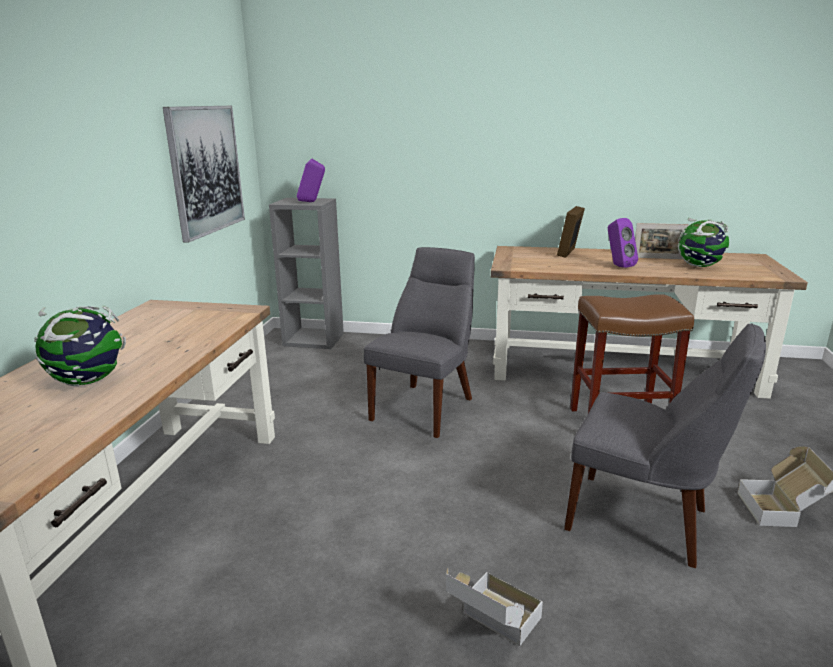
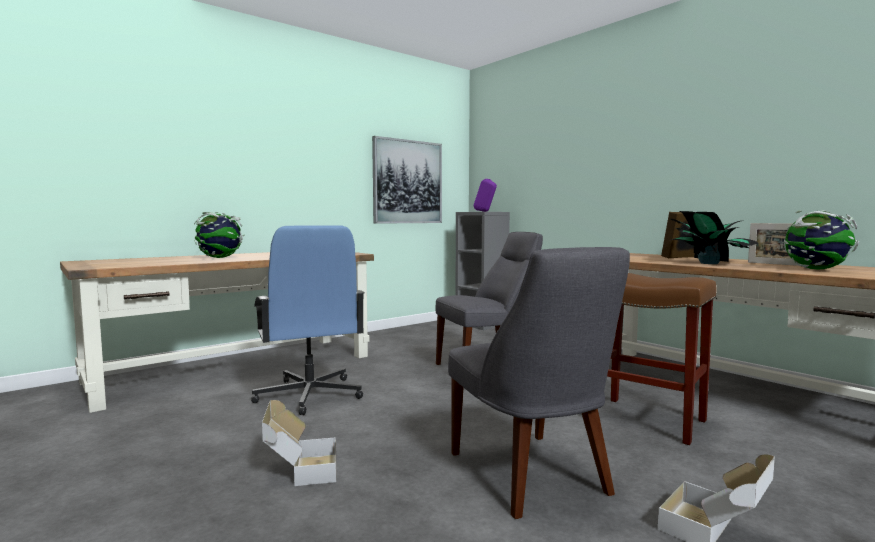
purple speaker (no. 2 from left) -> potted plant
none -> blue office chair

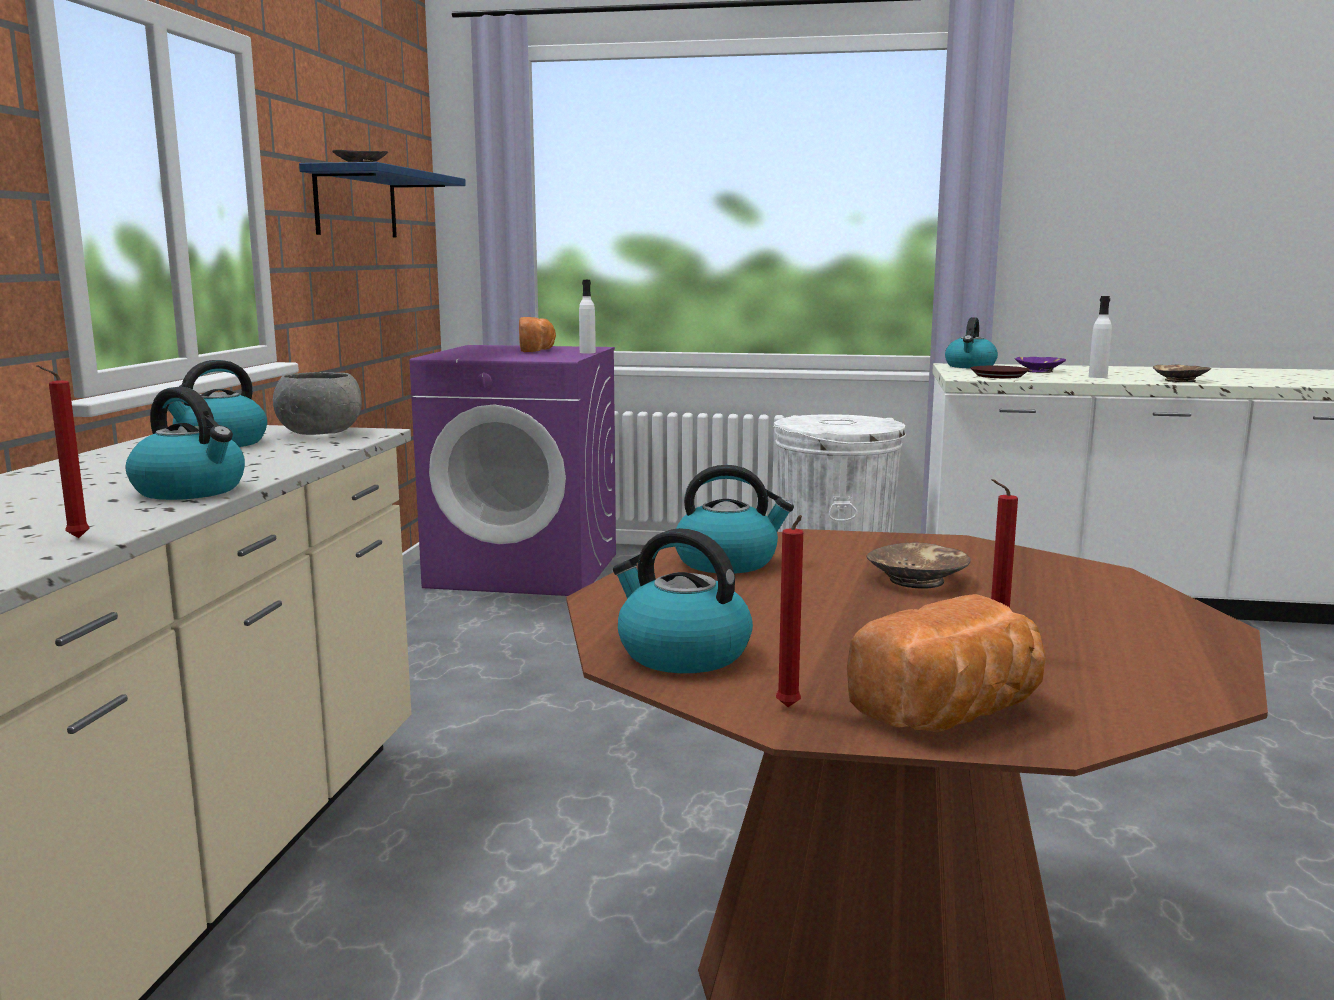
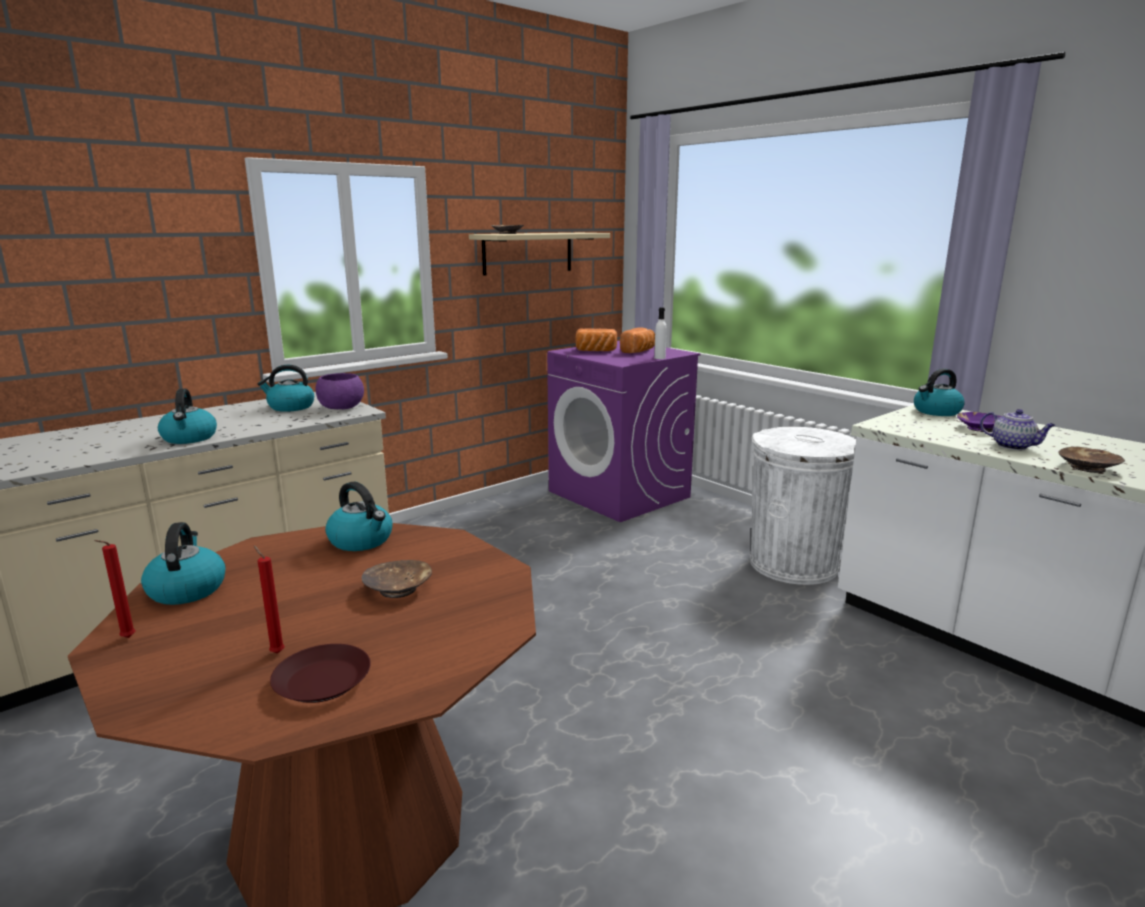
blue shelf -> beige shelf
white bottle (no. 2 from left) -> teapot
red candle (no. 1 from left) -> none
brown plate, shifted
grey bowl -> purple bowl (no. 1 from left)
bread (no. 2 from left in the first image) -> bread (no. 1 from left), shifted

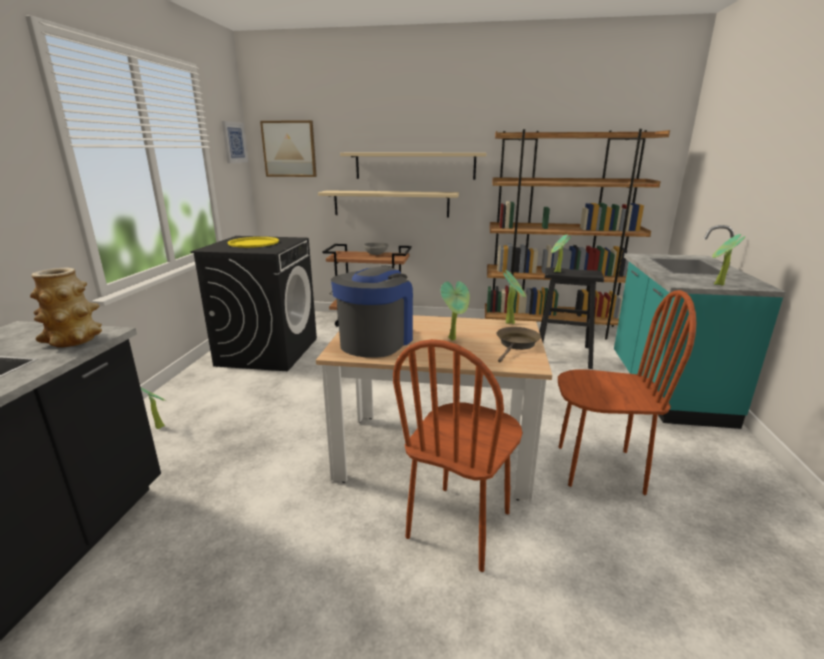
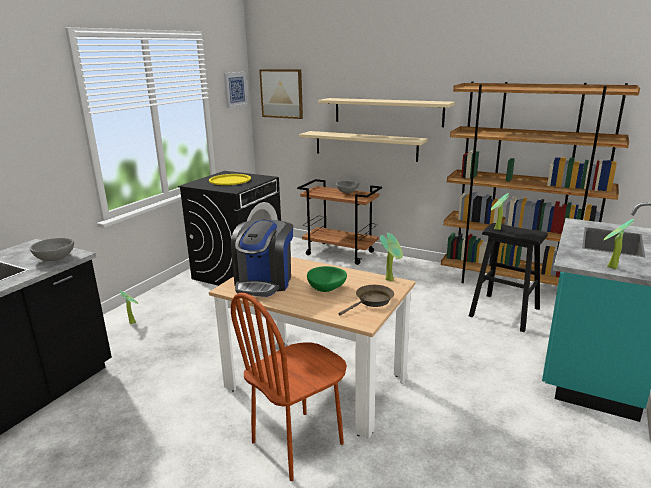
coffee machine, 150 degrees clockwise
vase -> grey bowl (no. 1 from left)
potted plant (no. 2 from left) -> green bowl
brown chair (no. 2 from left) -> none

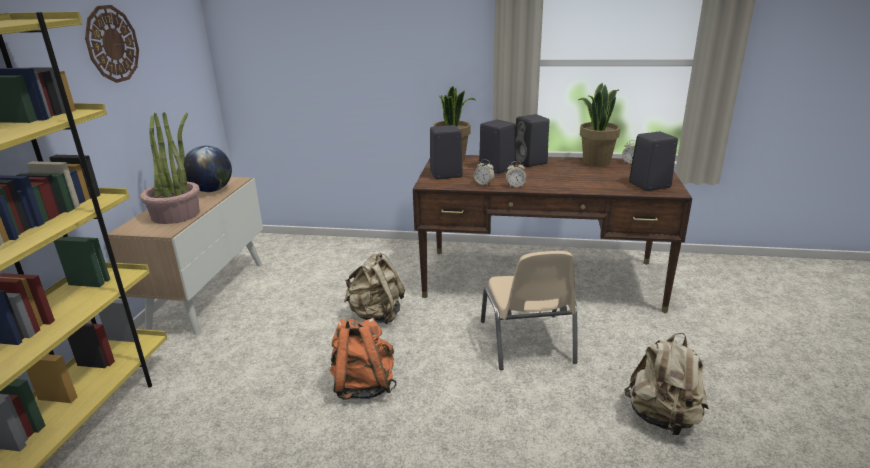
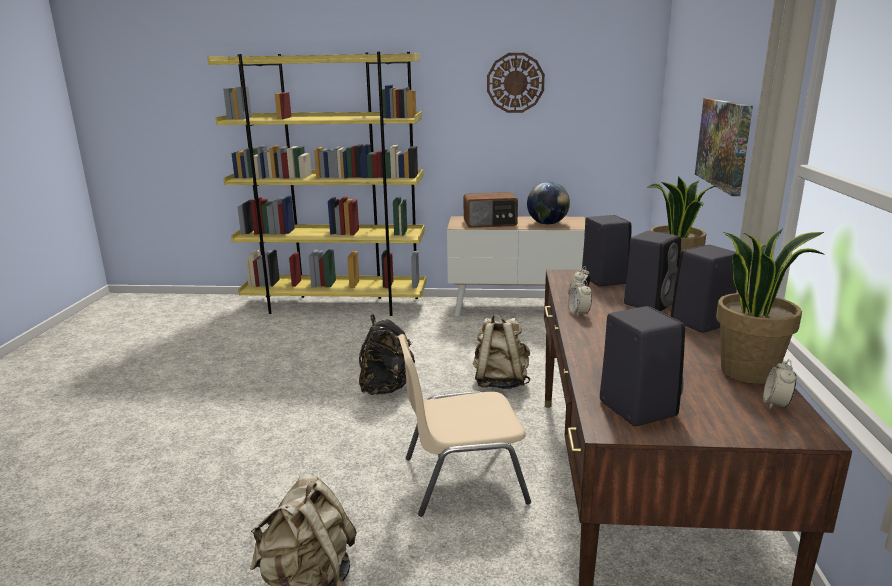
potted plant (no. 1 from left) -> radio
orange backpack -> black backpack
none -> picture

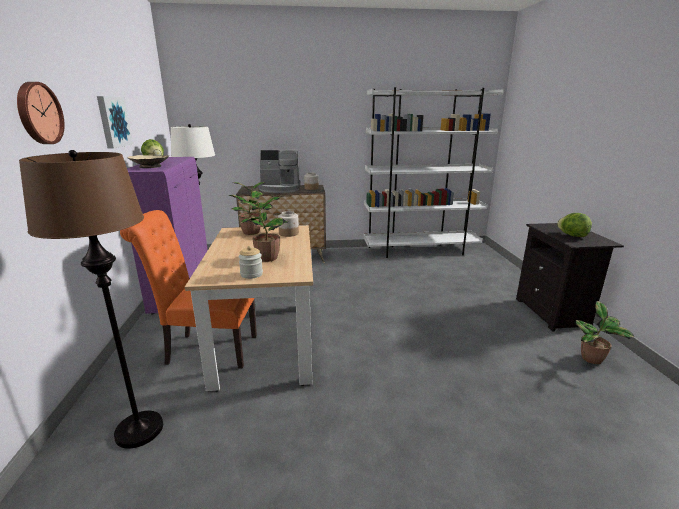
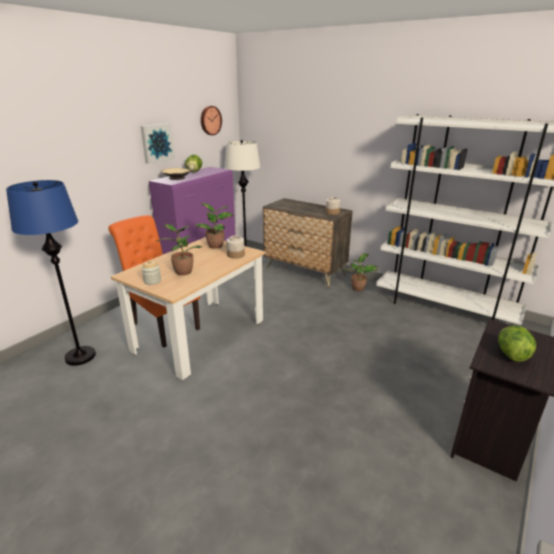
wall clock, shifted
brown floor lamp -> blue floor lamp
coffee machine -> none
potted plant (no. 3 from left), shifted

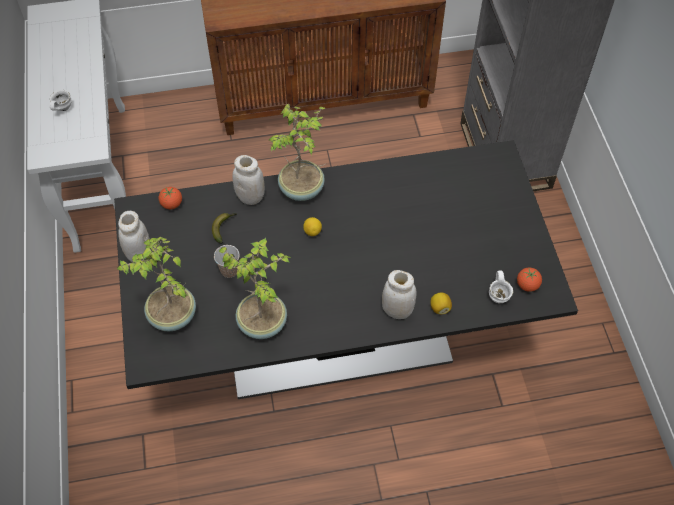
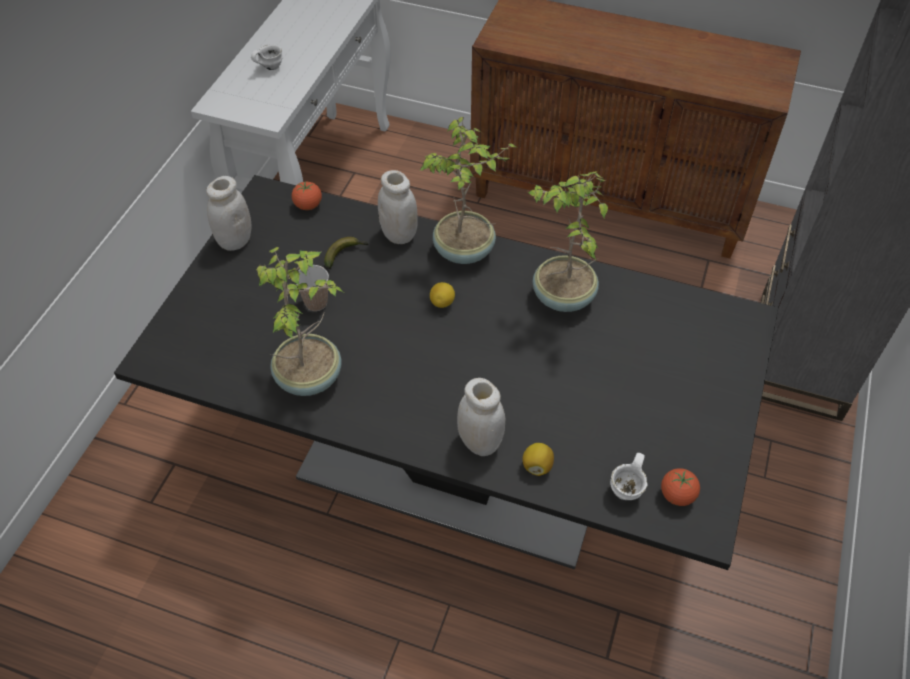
potted plant (no. 1 from left in the first image) -> potted plant (no. 3 from left), shifted

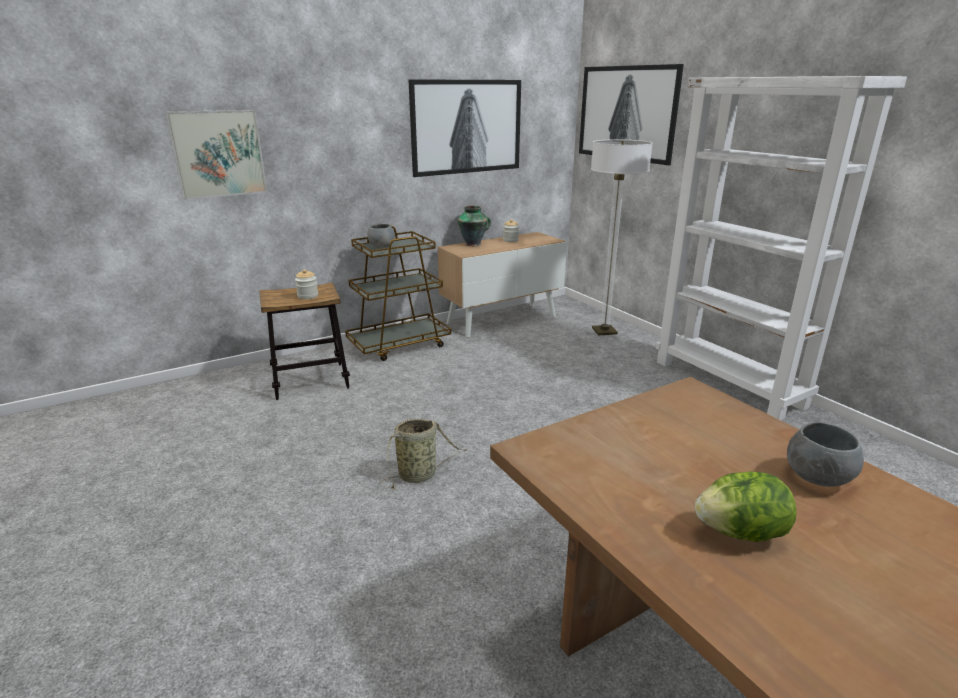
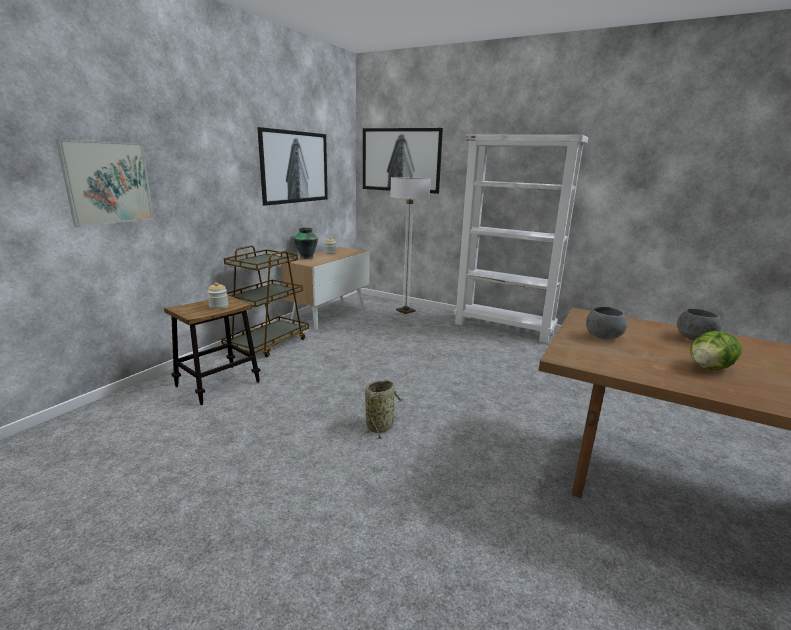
grey bowl (no. 1 from left), shifted

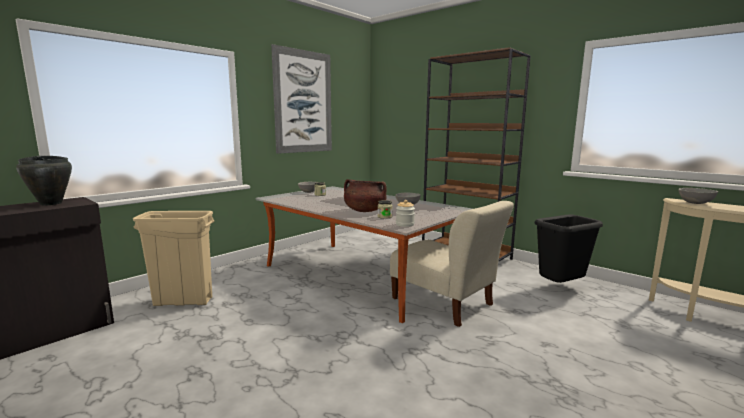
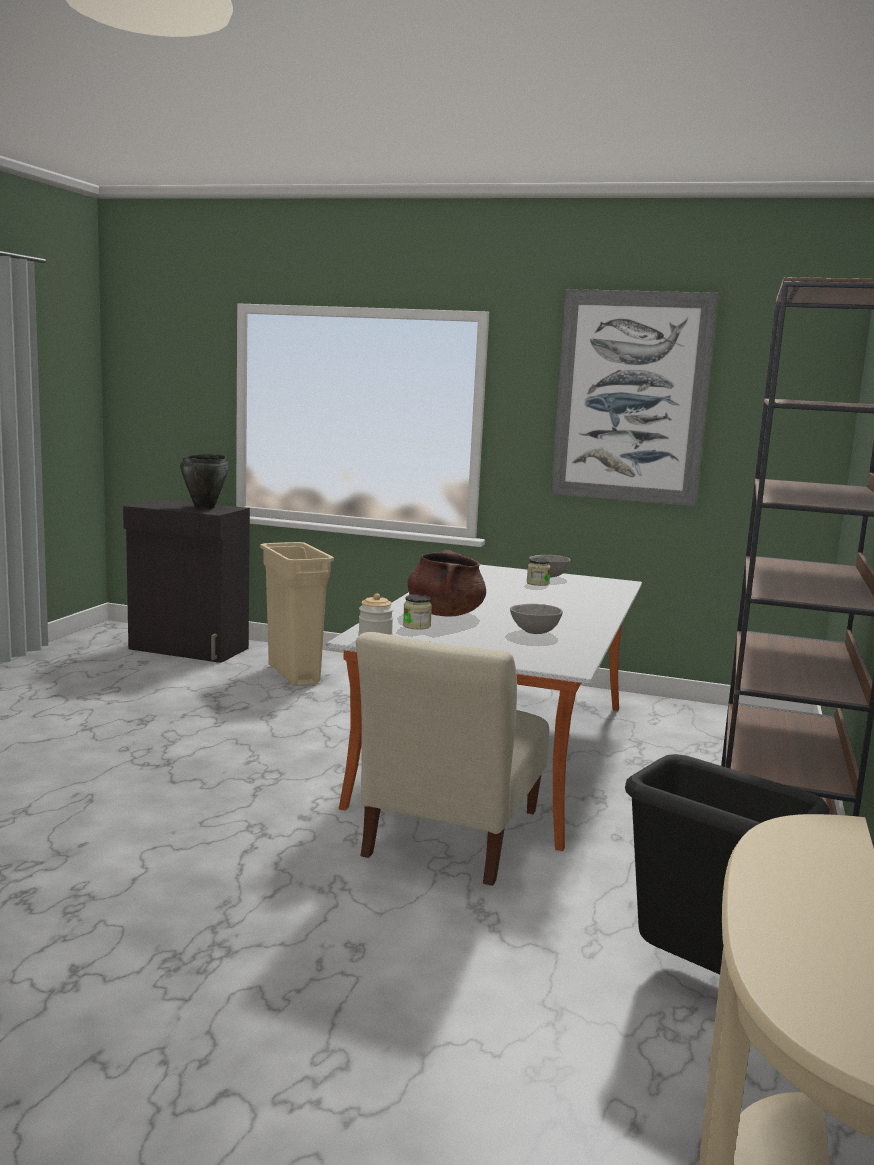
grey bowl (no. 3 from left) -> none

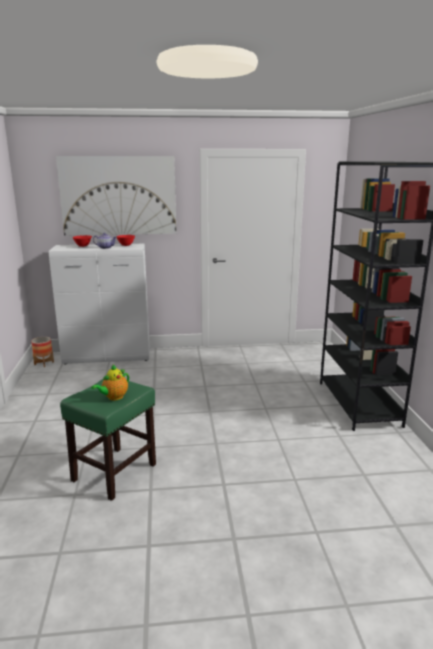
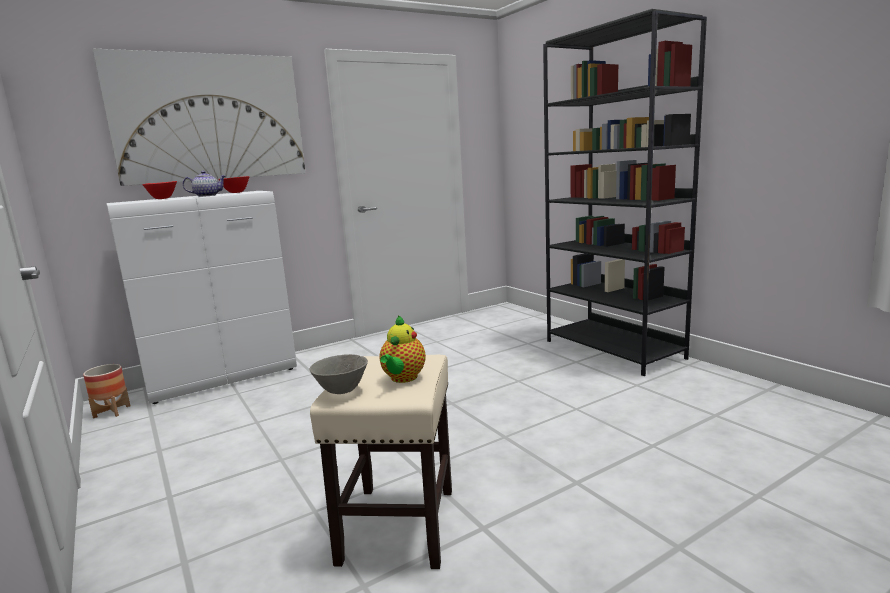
green stool -> beige stool
none -> grey bowl

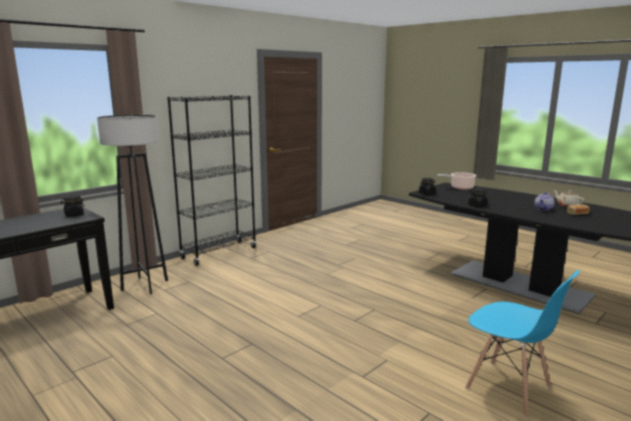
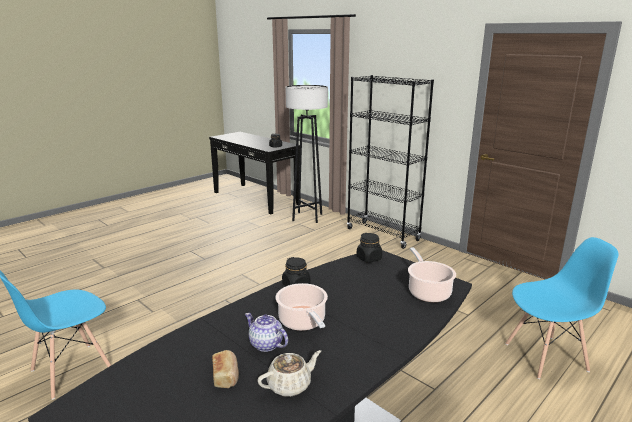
none -> blue chair (no. 2 from left)
none -> cooking pot (no. 1 from left)

